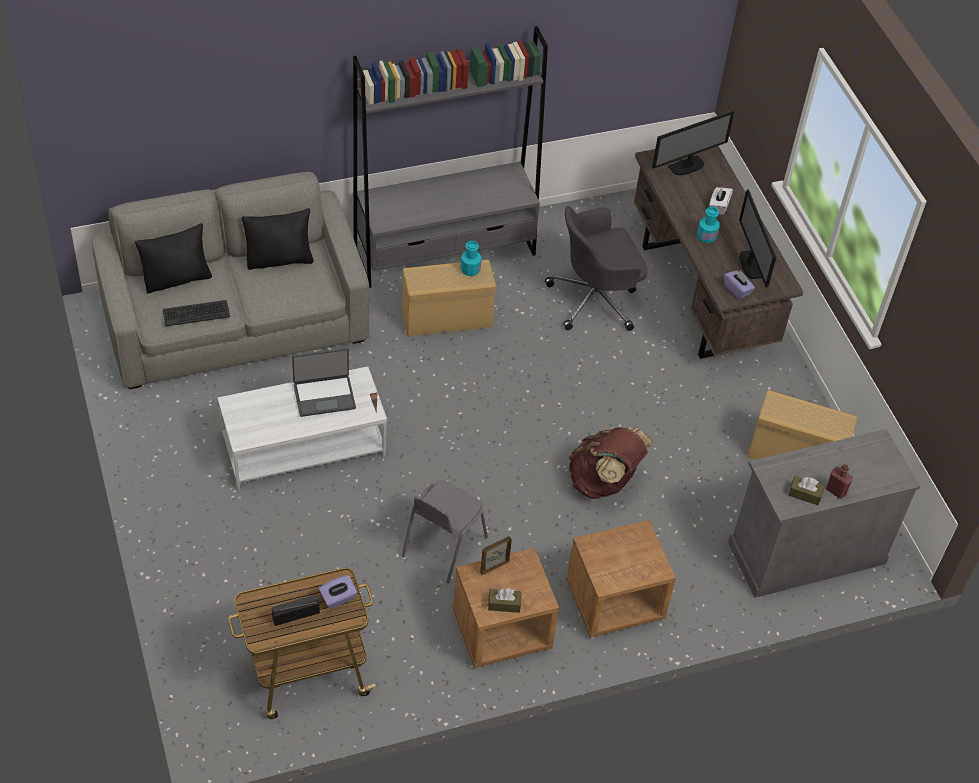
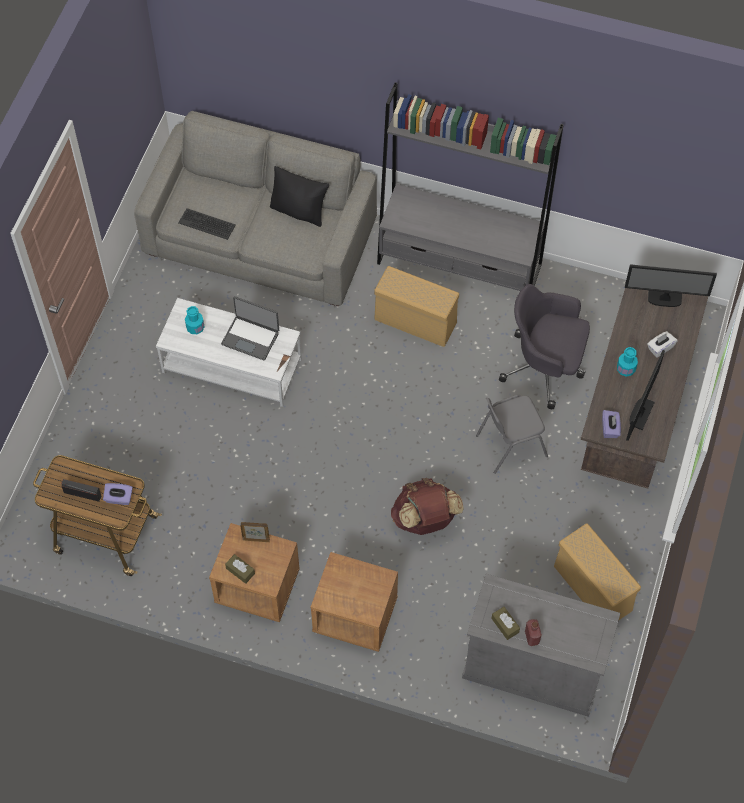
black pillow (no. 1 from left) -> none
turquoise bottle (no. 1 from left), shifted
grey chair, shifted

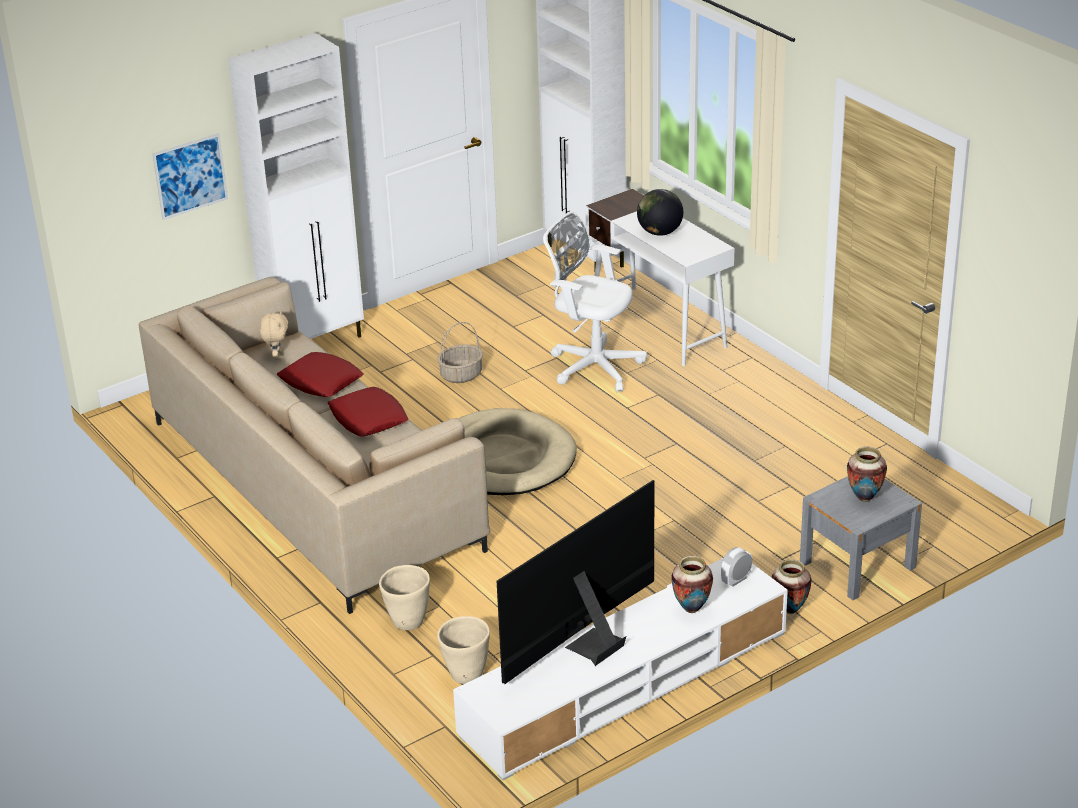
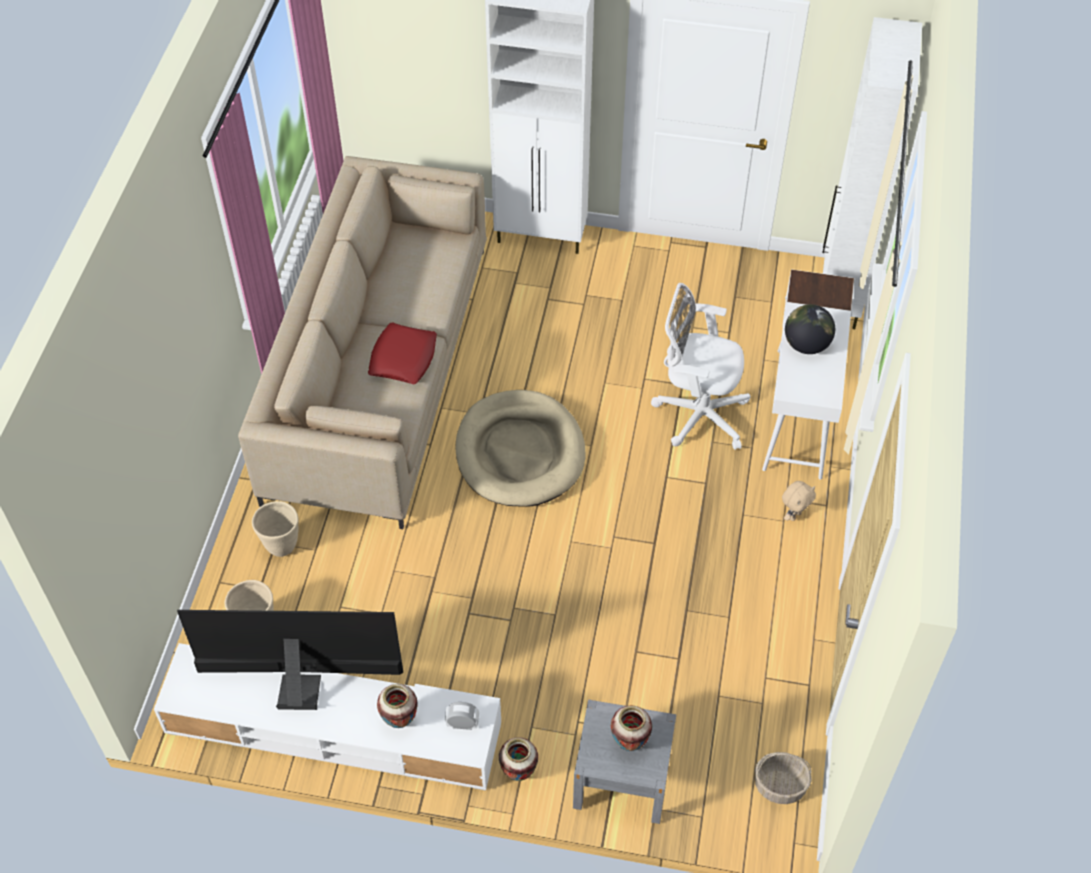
picture -> none
white office chair, 60 degrees counterclockwise
beige plush toy, shifted
basket, shifted
red pillow (no. 1 from left) -> none

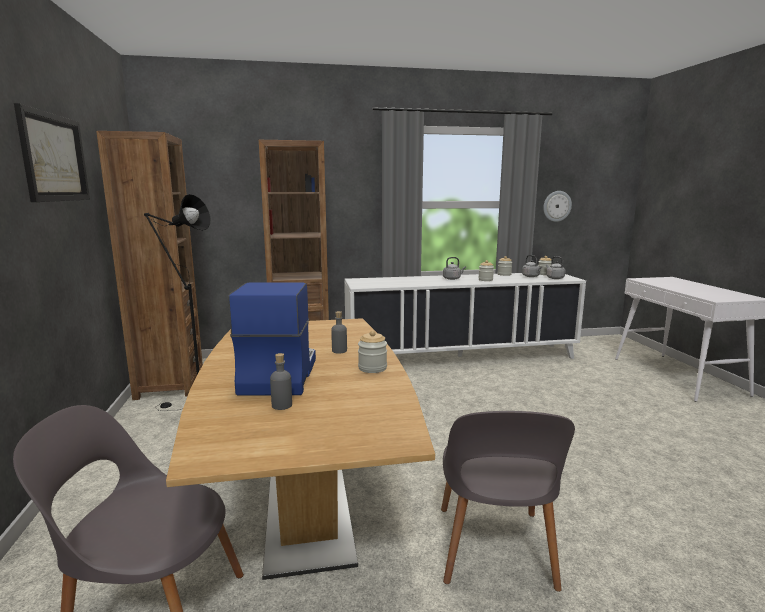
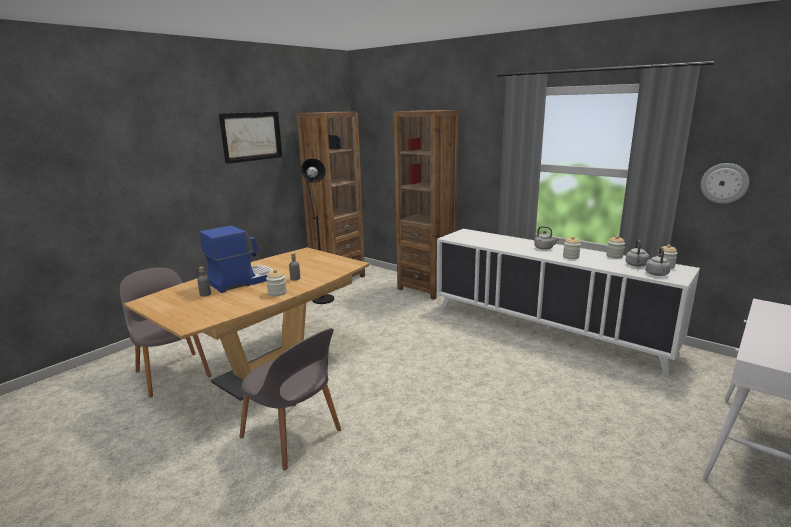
grey chair (no. 2 from left), 105 degrees counterclockwise

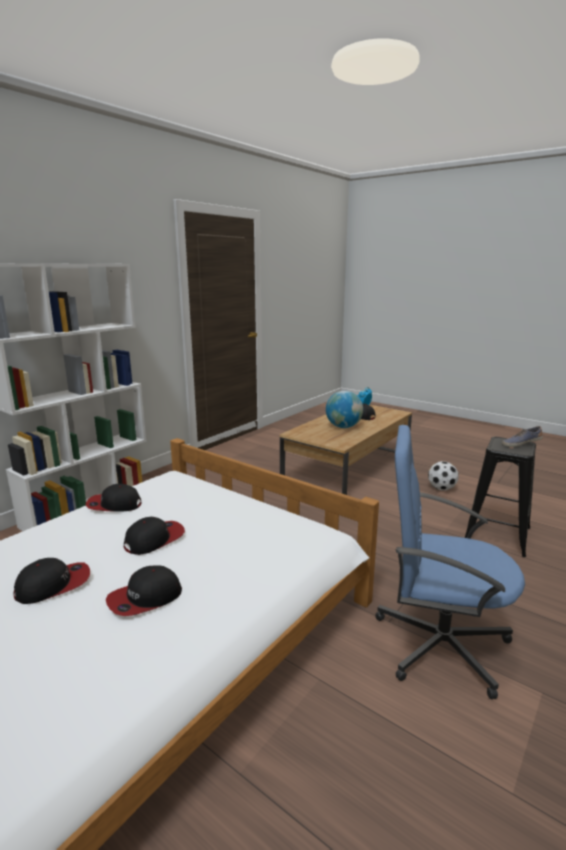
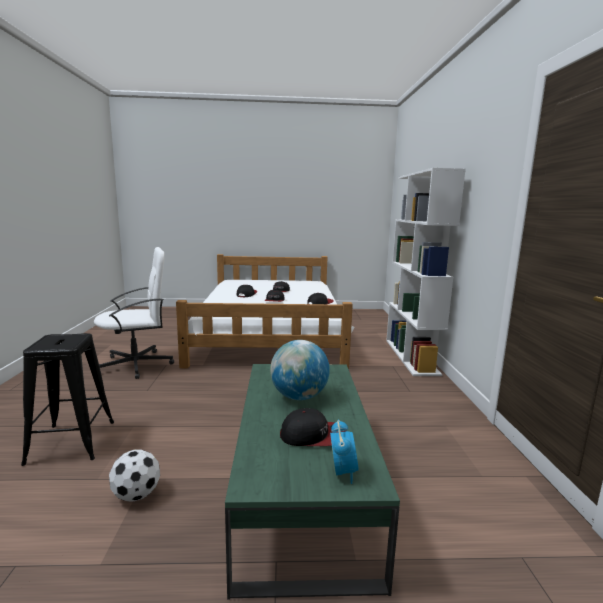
brown coffee table -> green coffee table
blue office chair -> white office chair
shoe -> none

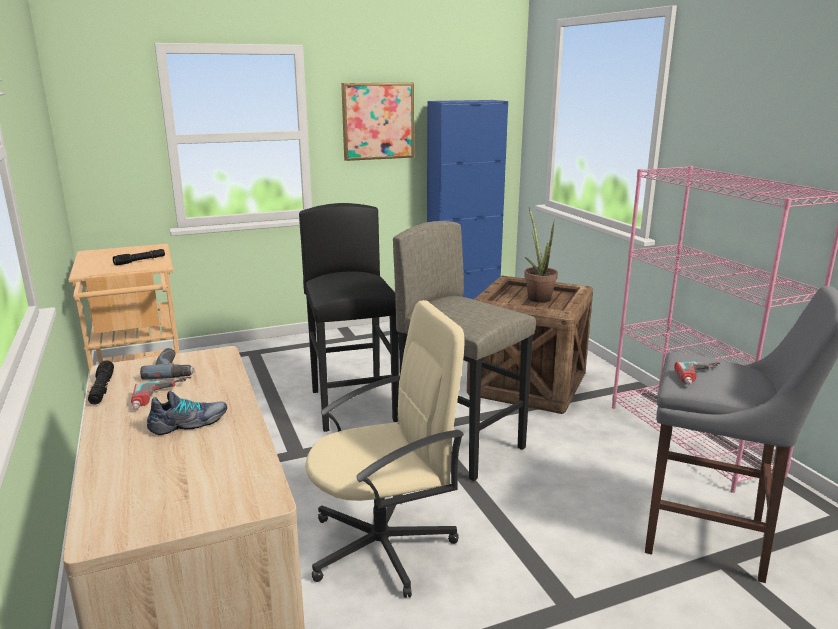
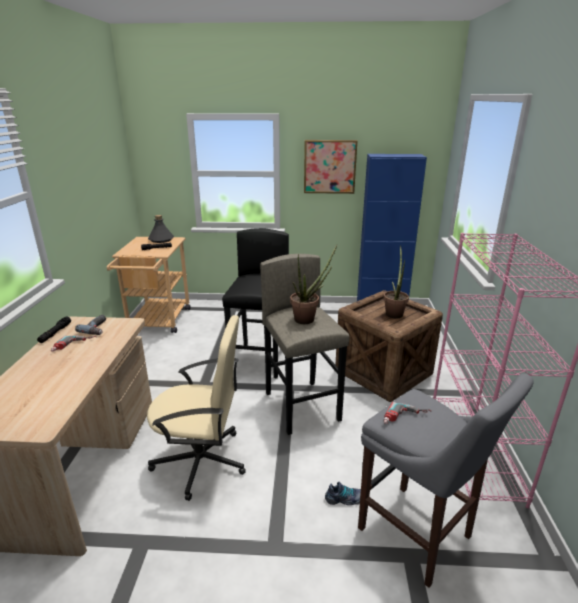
shoe, shifted
none -> grey bottle
none -> potted plant (no. 1 from left)

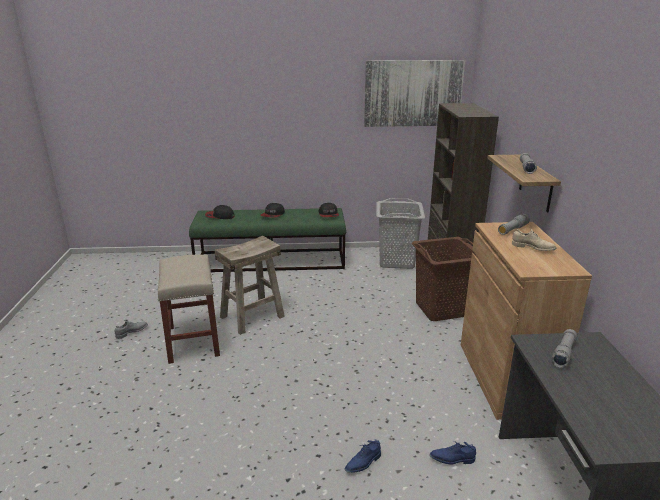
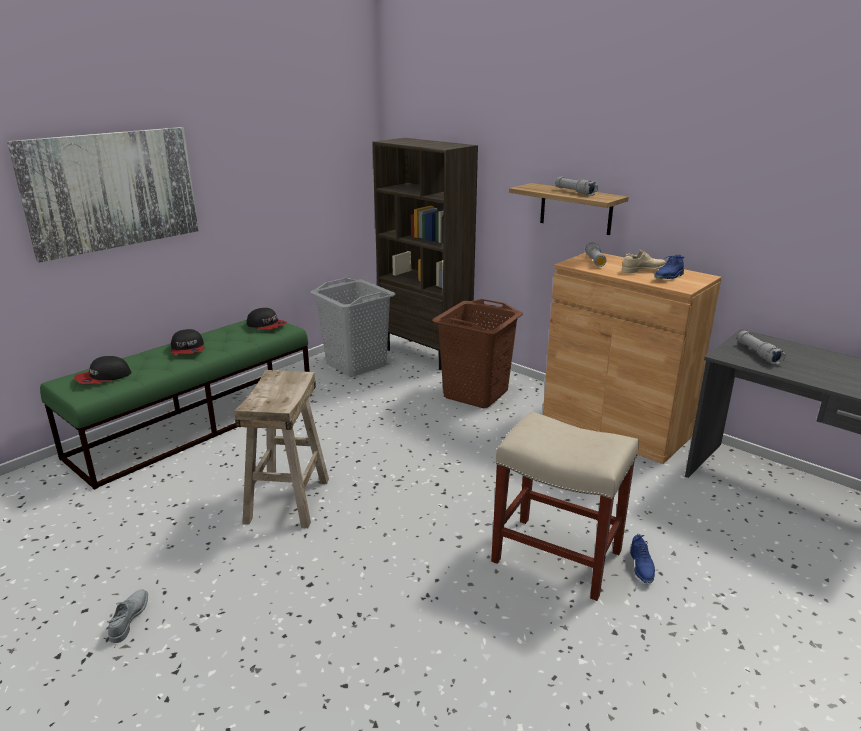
picture, shifted
beige stool (no. 1 from left in the first image) -> beige stool (no. 2 from left), shifted
blue shoe (no. 2 from left), shifted

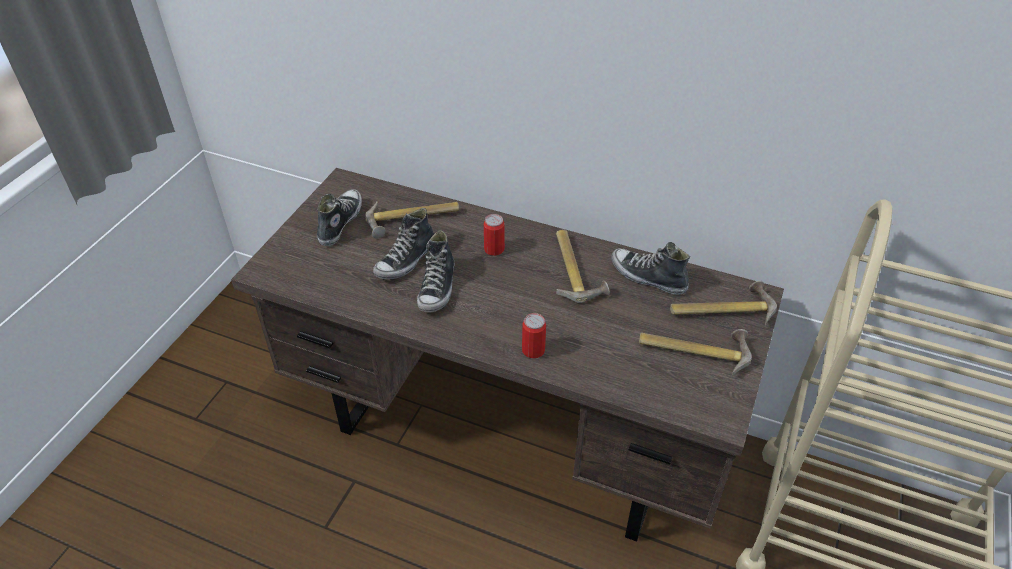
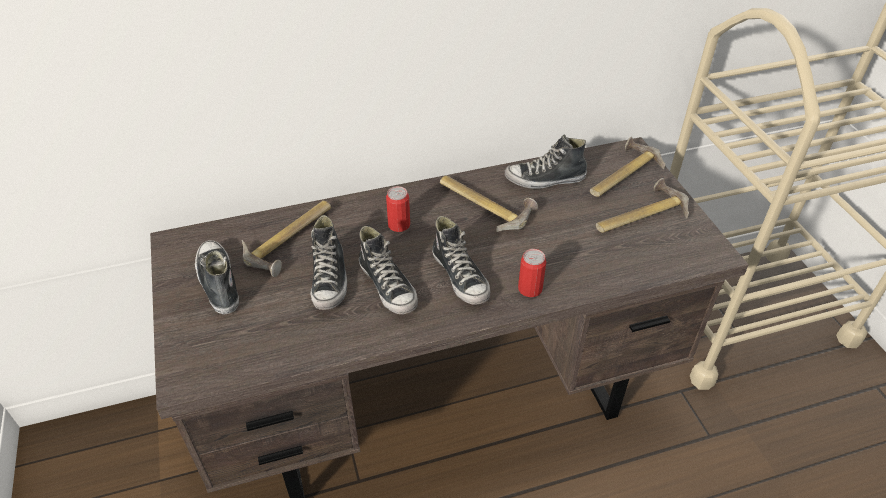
none -> shoe (no. 4 from left)

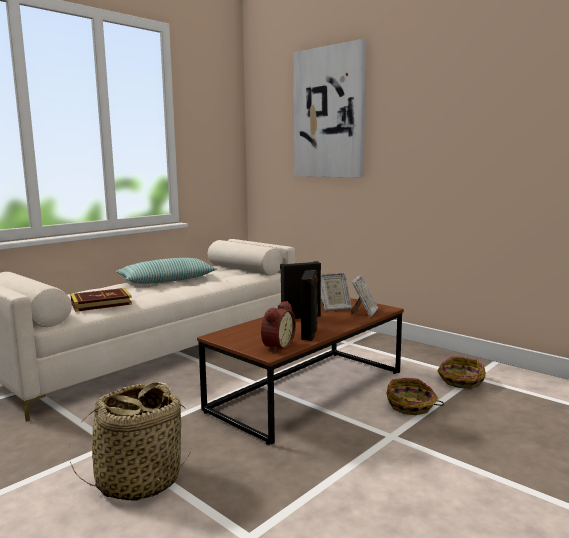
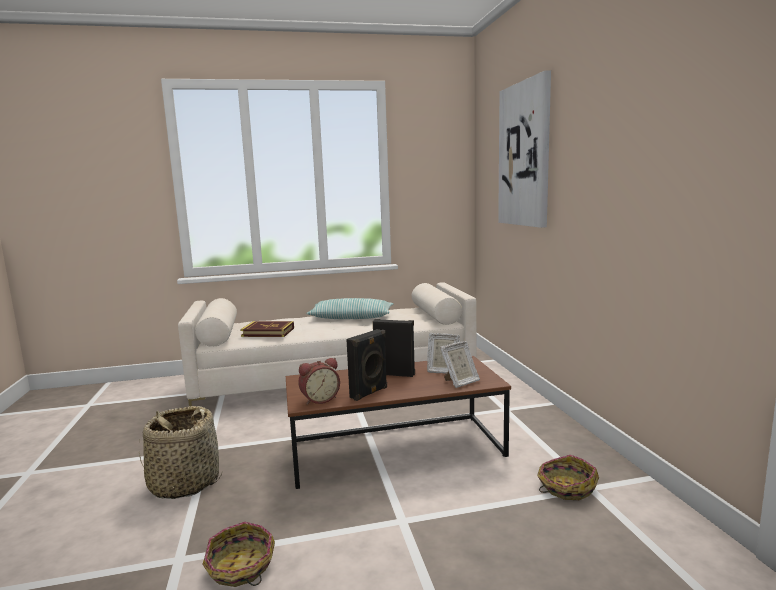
basket (no. 2 from left), shifted

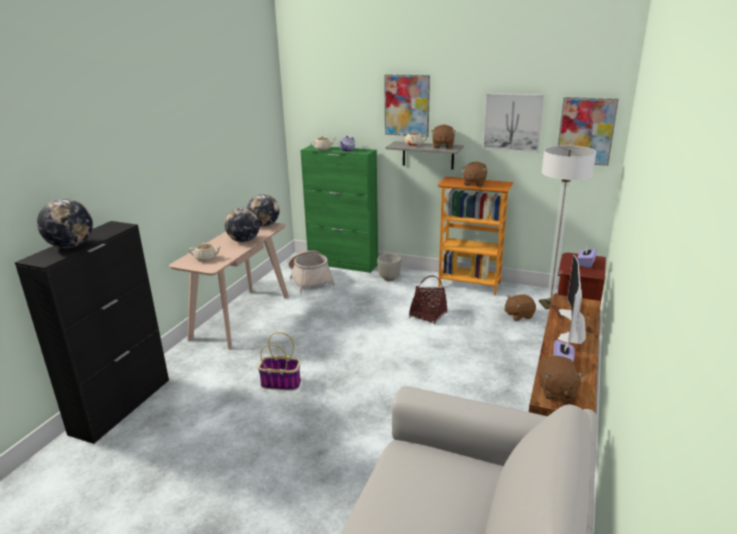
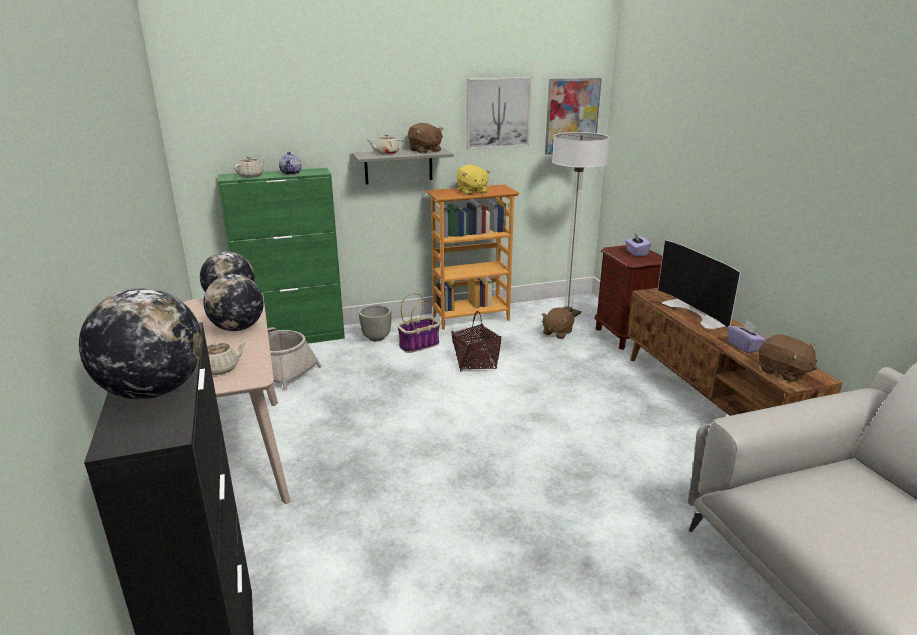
picture (no. 1 from left) -> none
brown plush toy (no. 2 from left) -> yellow plush toy
basket (no. 1 from left in the first image) -> basket (no. 2 from left), shifted

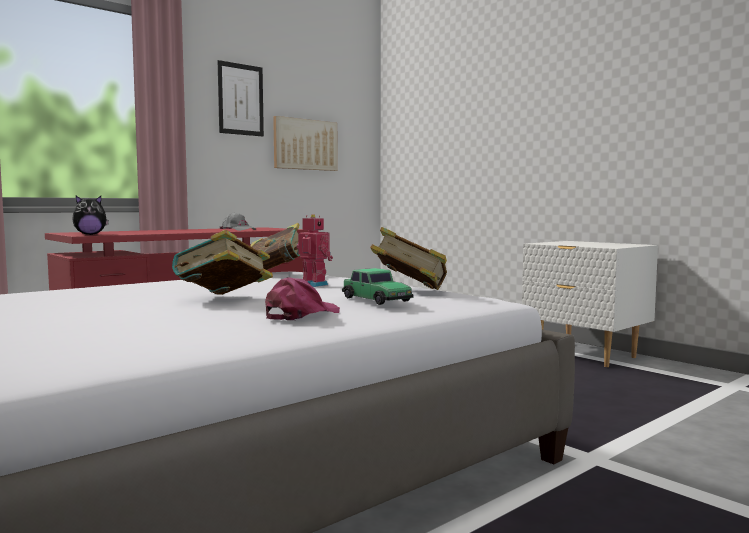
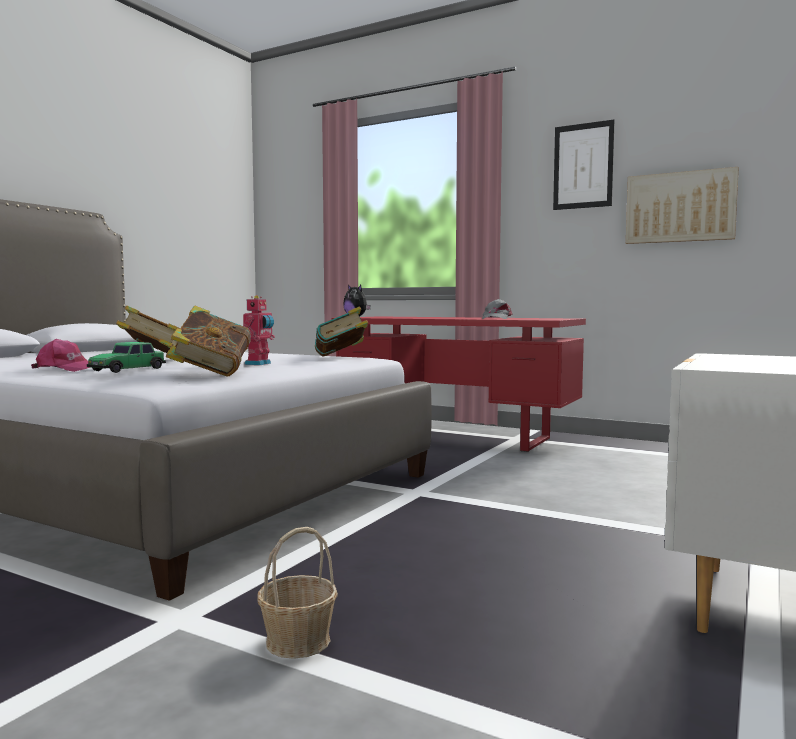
none -> basket

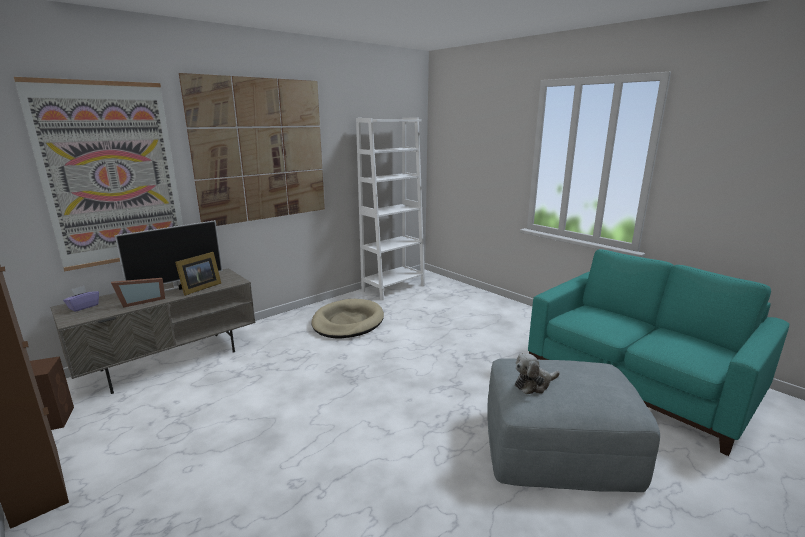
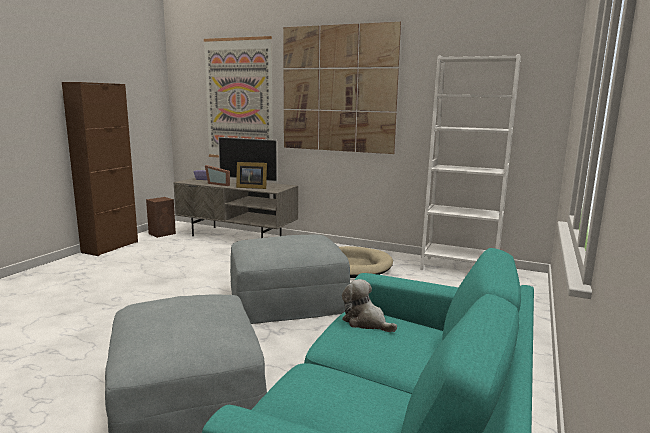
plush toy, shifted
none -> grey ottoman (no. 2 from left)

